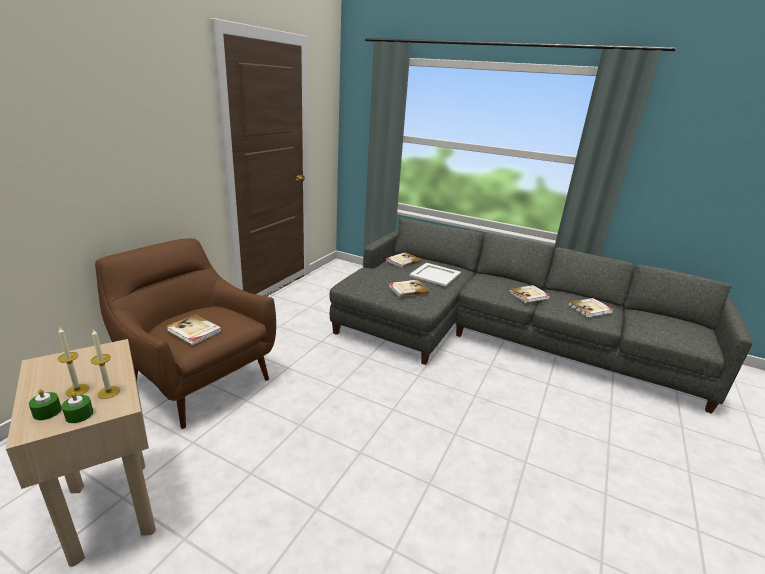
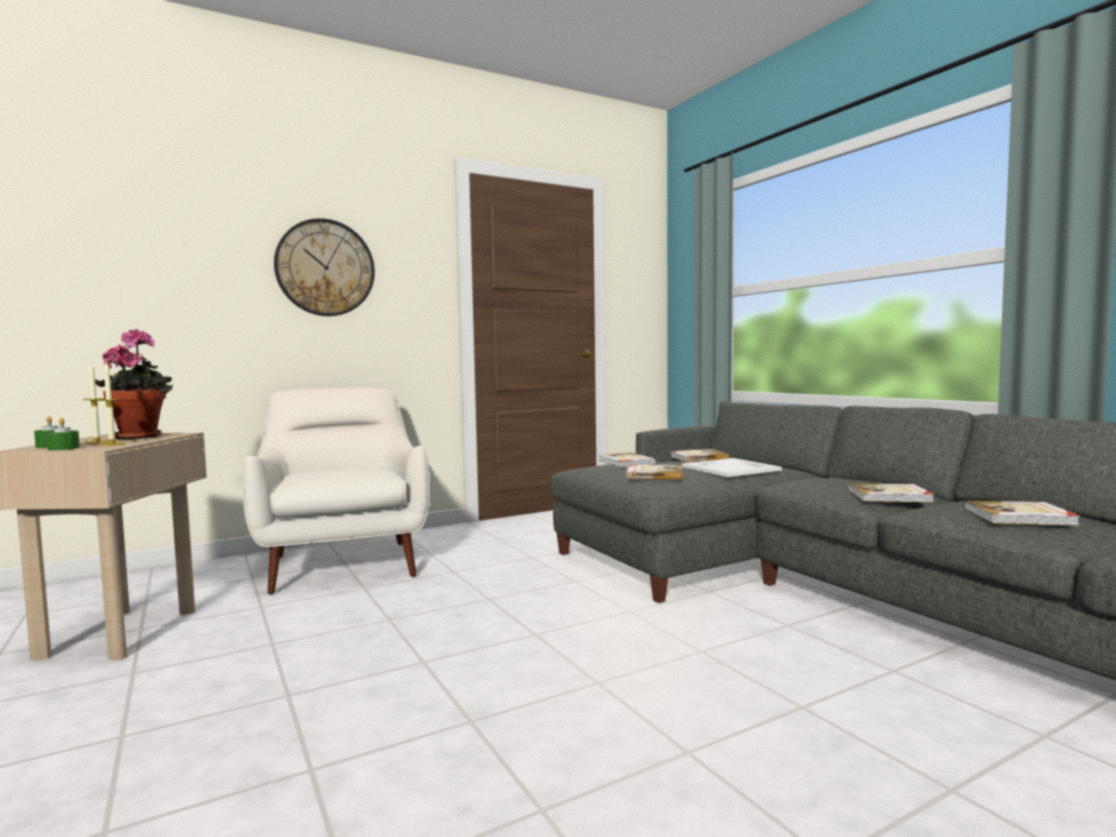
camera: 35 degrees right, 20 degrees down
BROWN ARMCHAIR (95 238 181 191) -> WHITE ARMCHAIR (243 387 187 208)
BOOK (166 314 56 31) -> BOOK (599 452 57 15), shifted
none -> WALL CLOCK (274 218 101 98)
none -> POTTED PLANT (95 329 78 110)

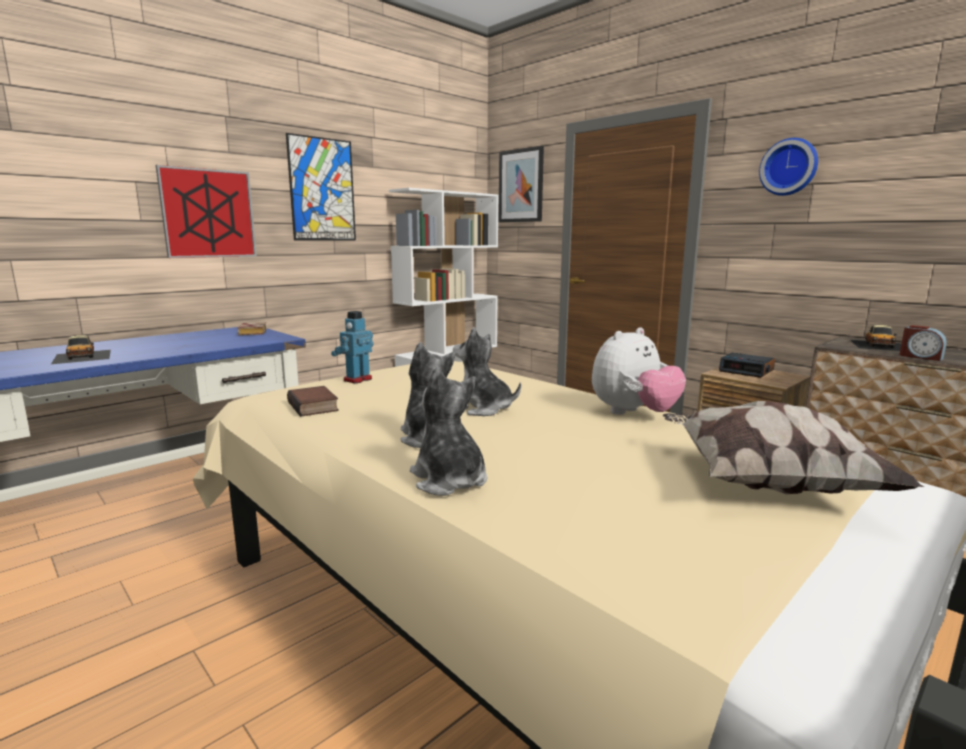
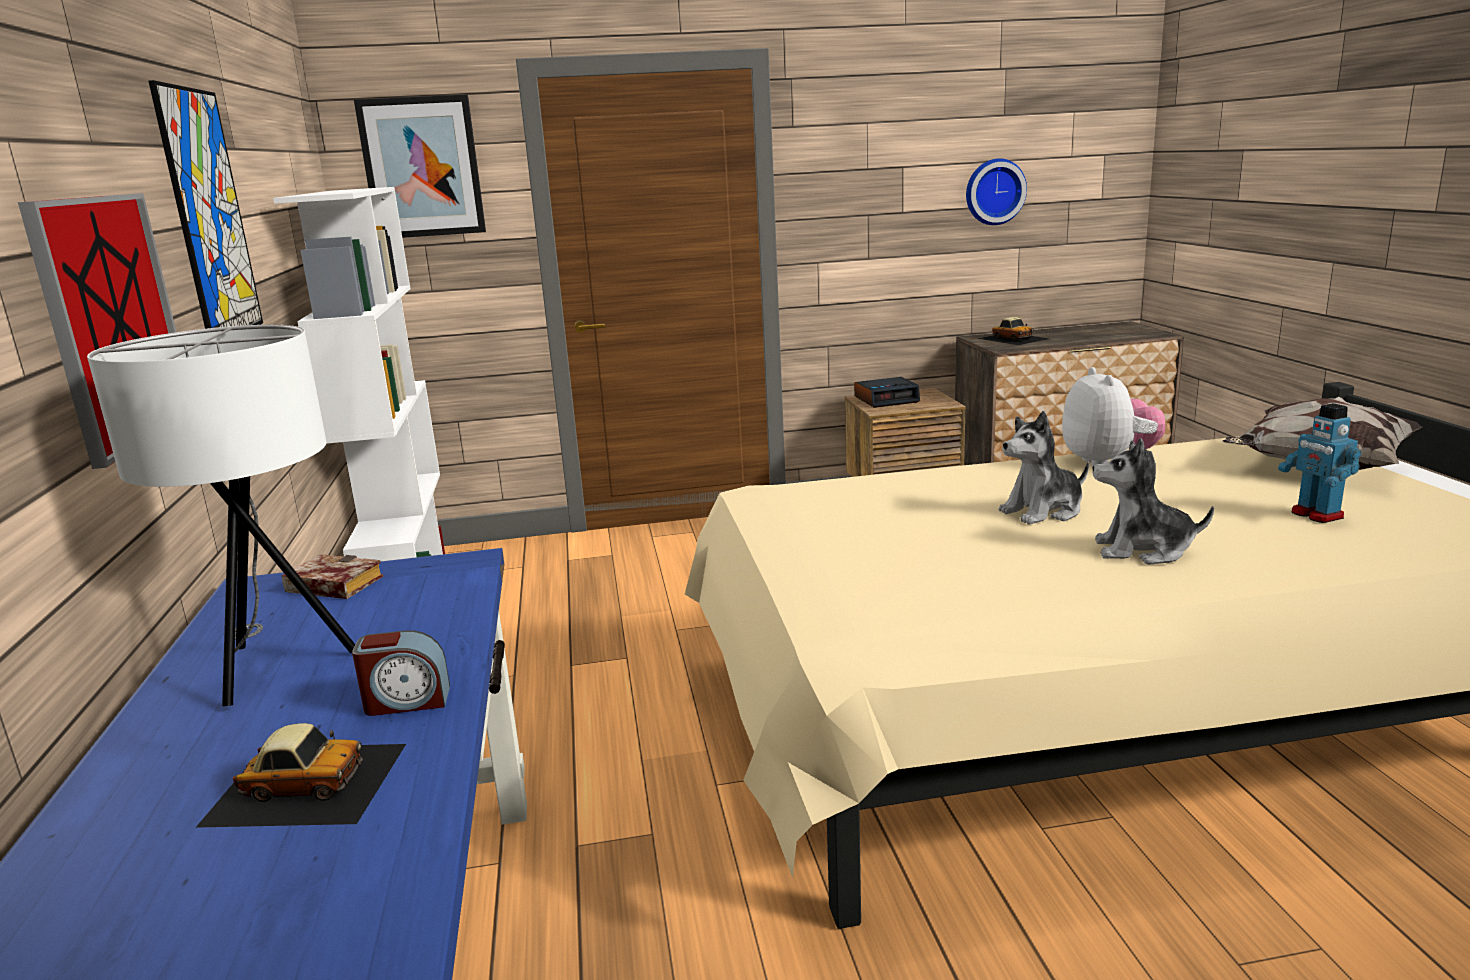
camera: 55 degrees left, 5 degrees up
WALL CLOCK (759 138 59 58) -> WALL CLOCK (966 158 61 67), shifted
TOY ROBOT (331 311 43 72) -> TOY ROBOT (1278 403 84 120), shifted
ALARM CLOCK (899 325 48 36) -> ALARM CLOCK (352 630 98 86), shifted
PLUSH TOY (410 366 77 130) -> none
BOOK (287 386 52 31) -> none
none -> WHITE TABLE LAMP (87 325 268 381)

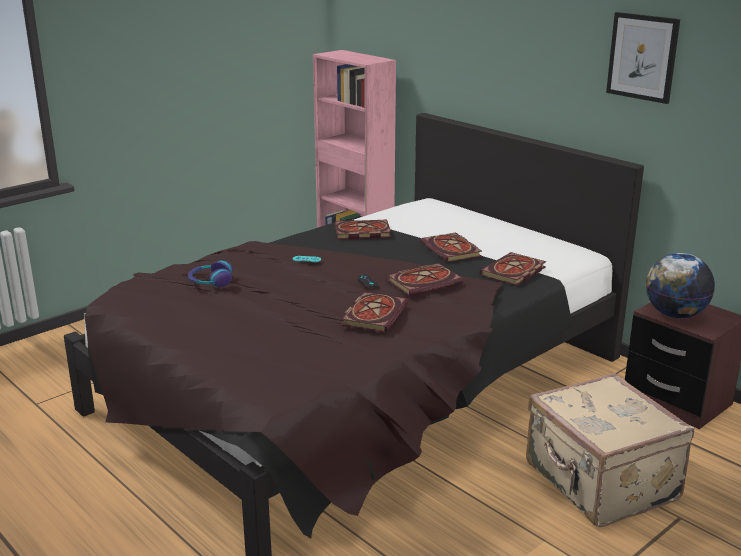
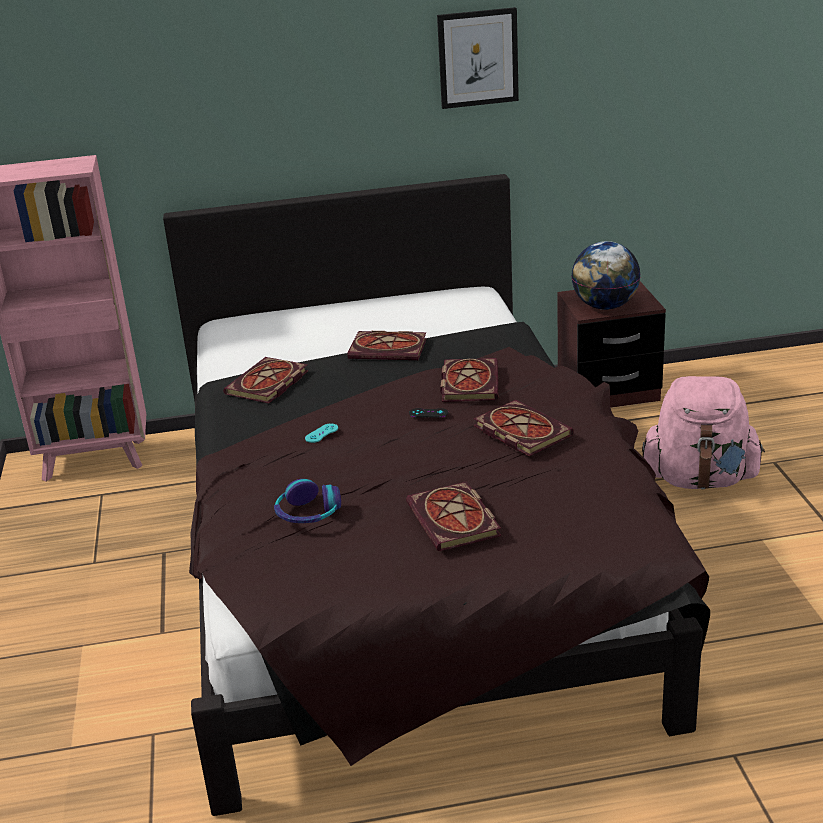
camera: 55 degrees left, 5 degrees up
BOOK (479 252 68 34) -> BOOK (406 481 95 70), shifted
BEIGE SUITCASE (526 373 168 154) -> PINK BACKPACK (642 376 123 113)

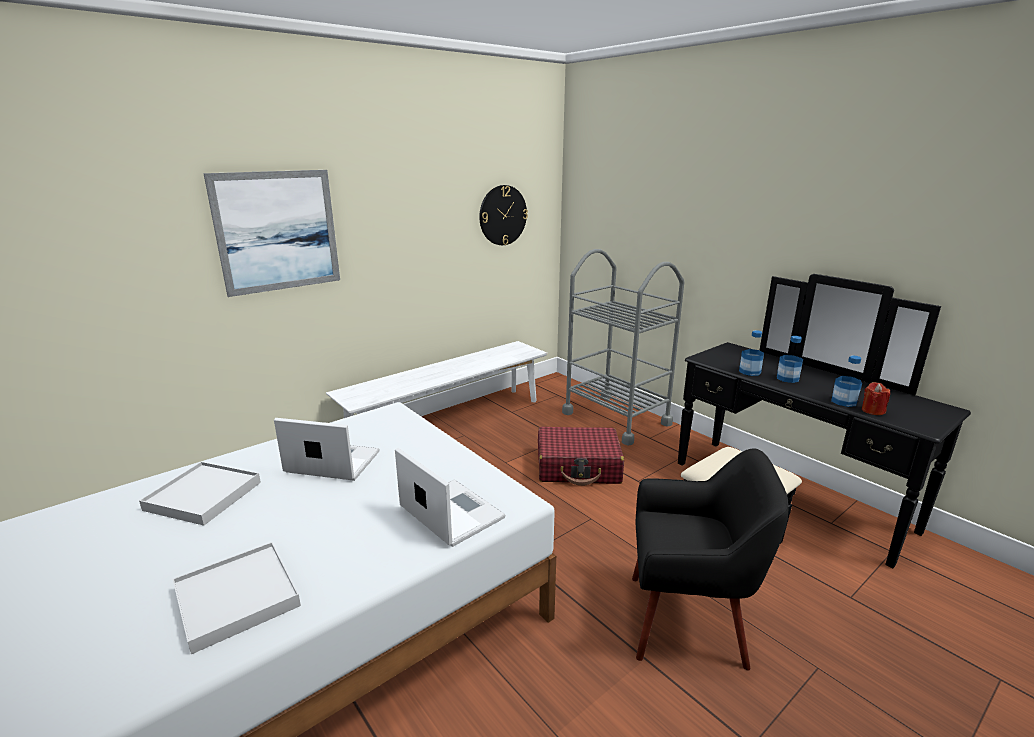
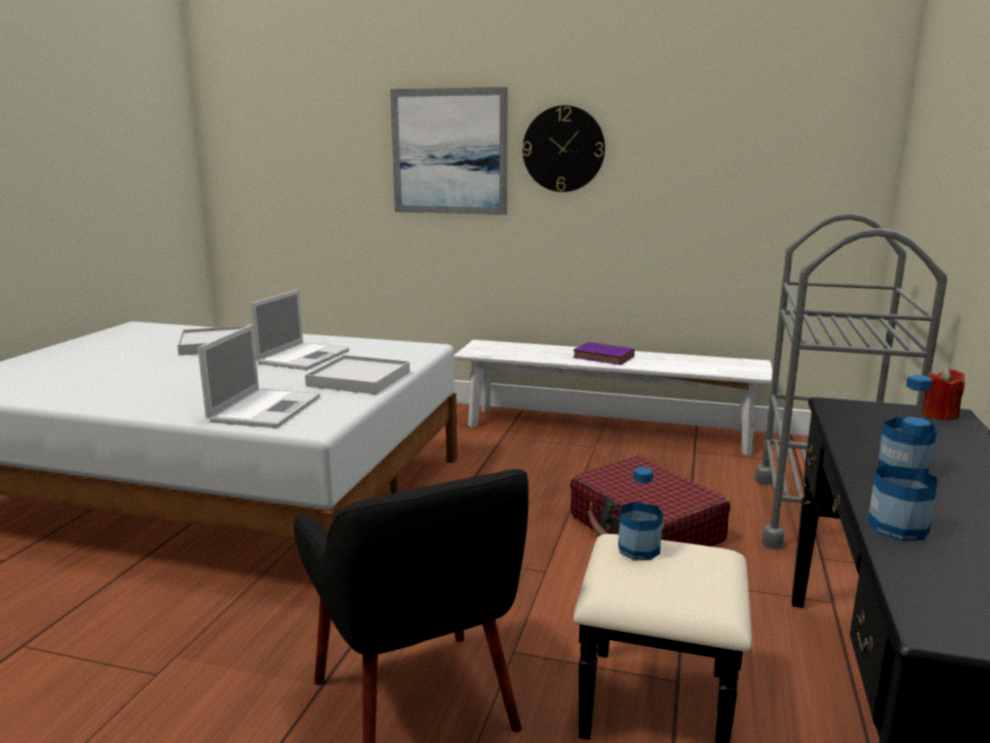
camera: 55 degrees right, 5 degrees down
WALL CLOCK (479 185 49 60) -> WALL CLOCK (523 105 82 87), shifted
BOTTLE (739 330 25 46) -> BOTTLE (618 467 45 93), shifted
RED CANDLE (862 382 28 33) -> RED CANDLE (922 368 43 53), shifted
LAPTOP (274 418 105 63) -> LAPTOP (250 289 99 81), 45 degrees clockwise
WHITE TRAY (173 542 128 112) -> WHITE TRAY (305 355 105 39), shifted
none -> PURPLE BOOK (573 342 62 23)

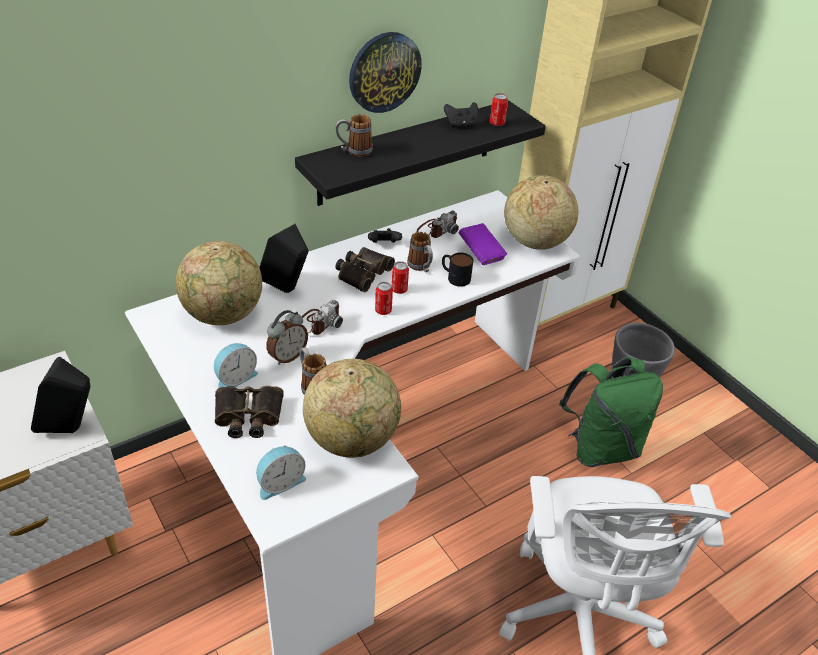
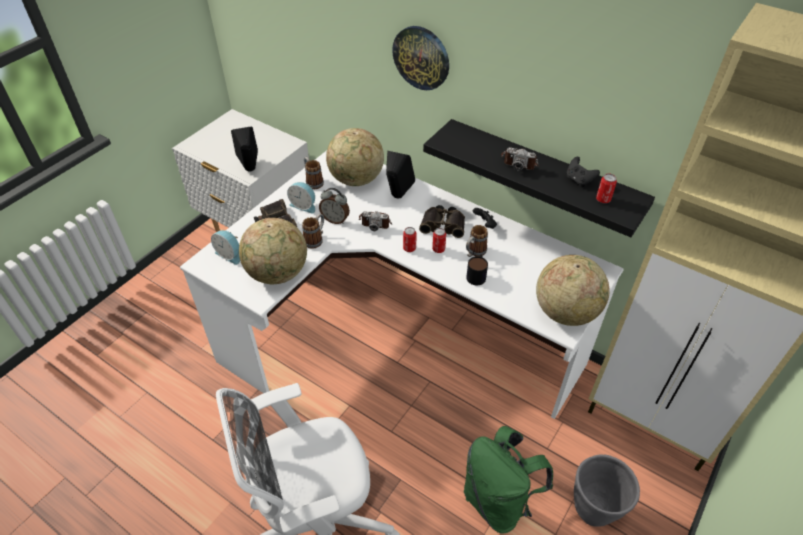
camera: 70 degrees right, 5 degrees up
WALL CLOCK (349 32 73 81) -> WALL CLOCK (392 26 57 64), shifted
MUG (335 114 38 43) -> MUG (304 157 20 32), shifted
PHOTO CAMERA (417 210 42 28) -> PHOTO CAMERA (501 147 38 24), shifted
PURPLE BOOK (459 223 48 42) -> none

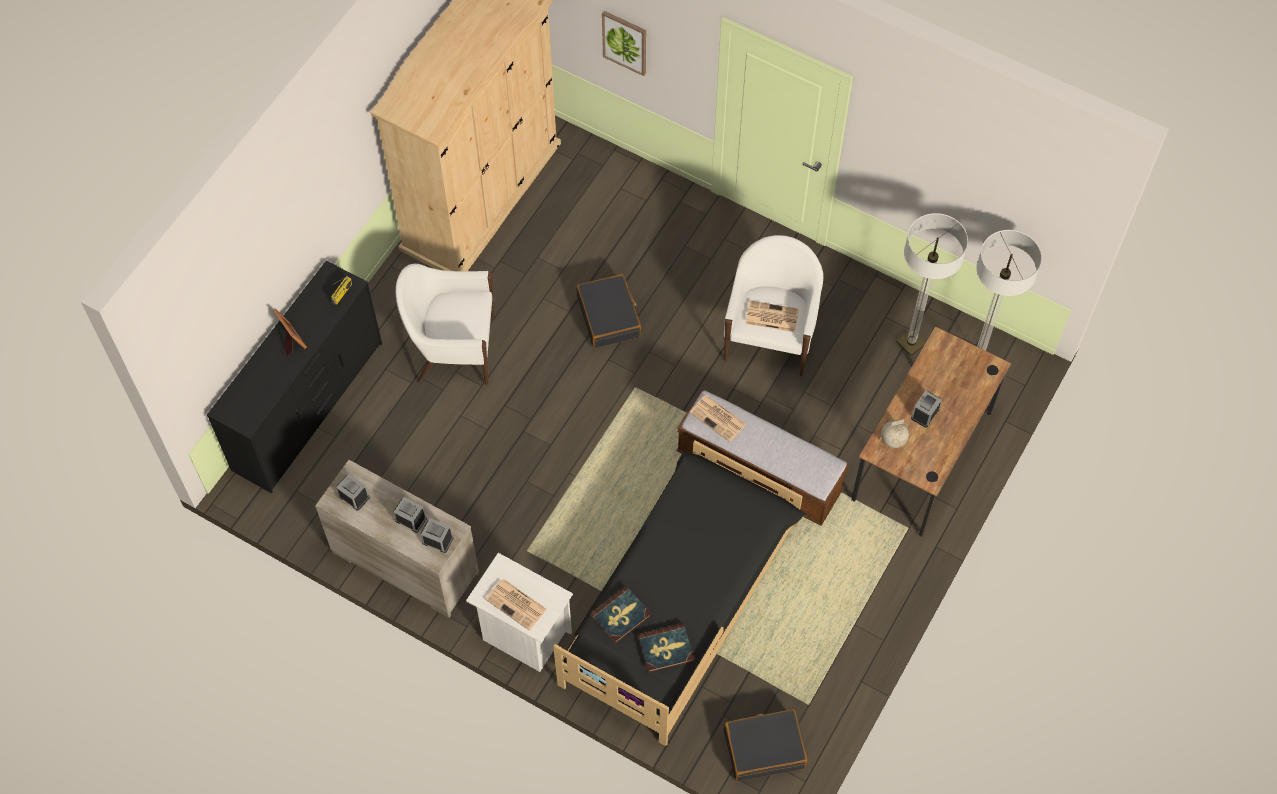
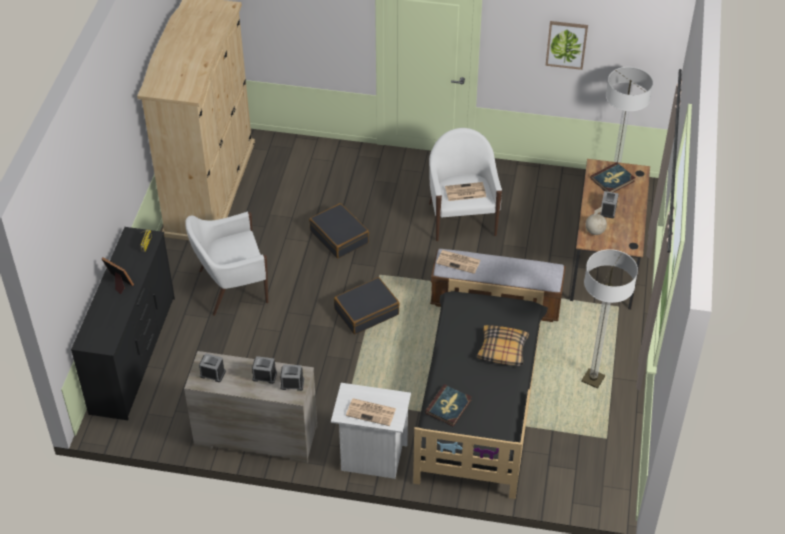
camera: 20 degrees left, 15 degrees down
PICTURE (602 11 44 65) -> PICTURE (546 21 42 49), shifted
FLOOR LAMP (896 213 72 143) -> FLOOR LAMP (581 249 57 140), shifted
BOOK (638 623 56 50) -> BOOK (590 162 45 31), shifted
BLACK SUITCASE (724 709 83 72) -> BLACK SUITCASE (334 277 66 57), shifted
none -> PILLOW (477 325 52 41)

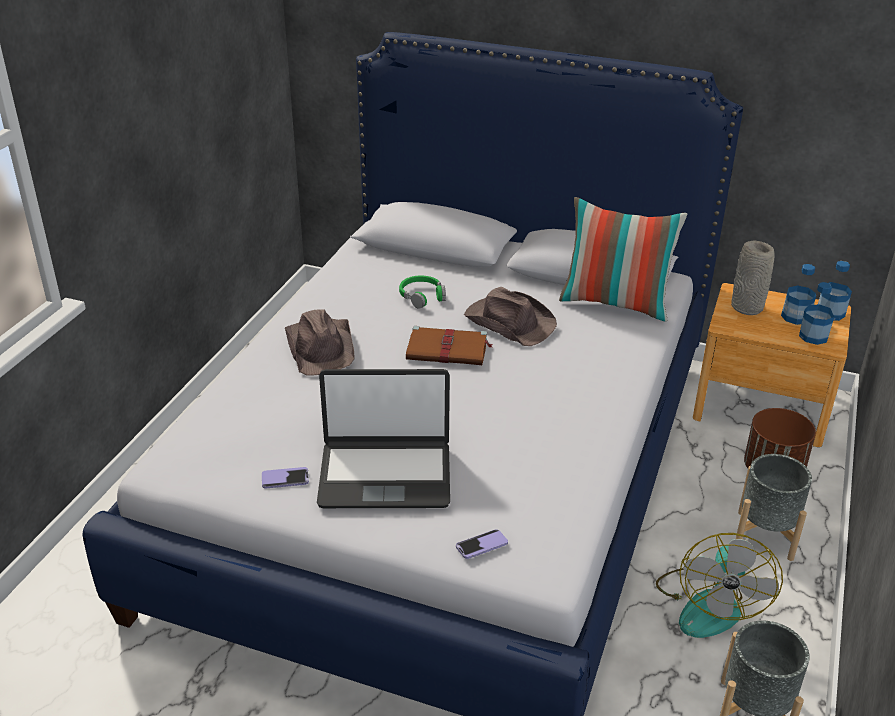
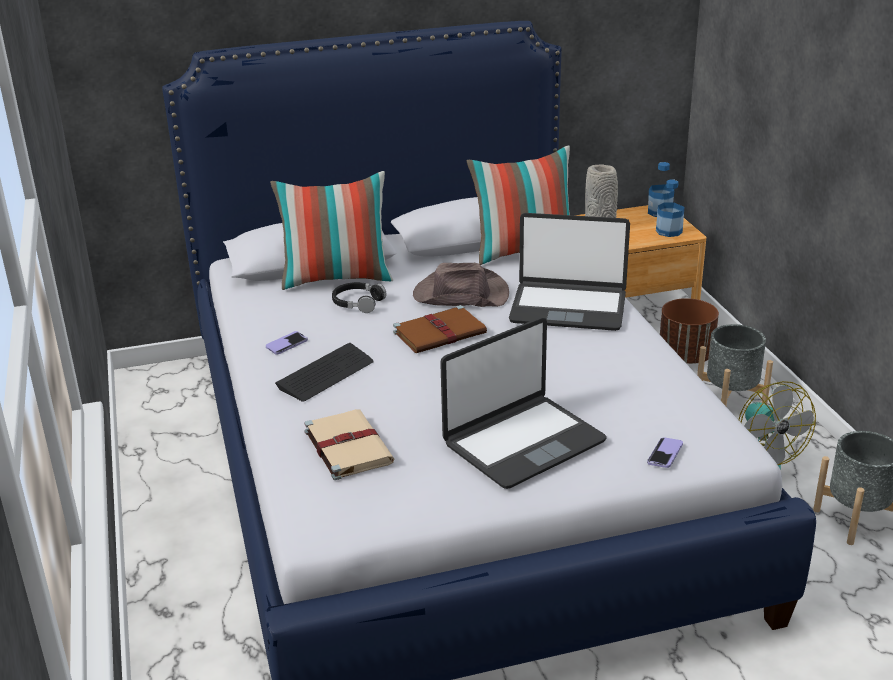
camera: 35 degrees left, 5 degrees down
BOTTLE (781 264 35 61) -> none
GREEN HEADPHONES (399 275 47 34) -> BLACK HEADPHONES (332 282 54 31)
BROWN HAT (285 309 70 66) -> KEYBOARD (275 343 99 59)
PHONE (262 467 47 22) -> PHONE (266 331 42 24), shifted
none -> PILLOW (270 171 123 119)
none -> LAPTOP (509 213 121 118)
none -> BEIGE BOOK (304 409 90 71)

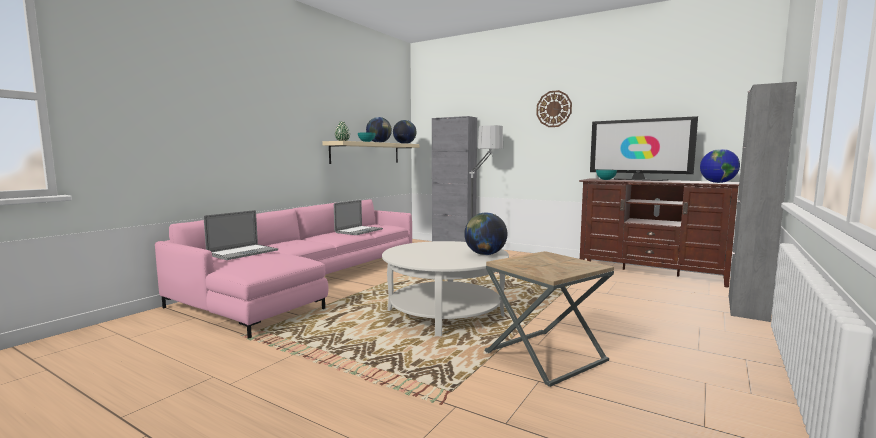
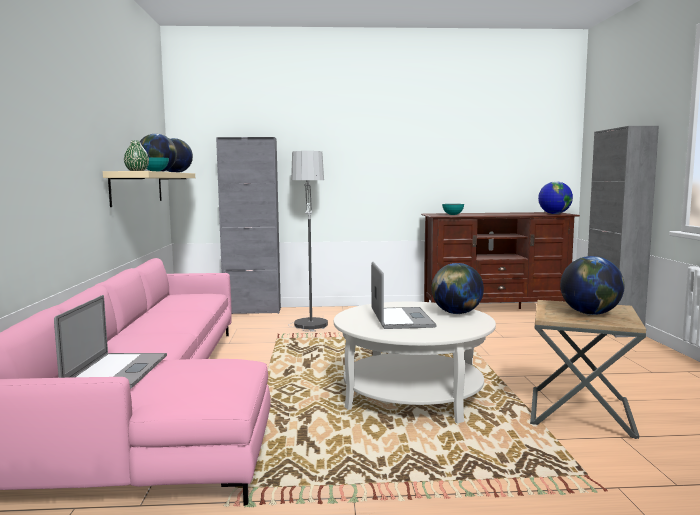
camera: 35 degrees left, 0 degrees up
WALL CLOCK (536 90 36 37) -> none
TELEVISION (590 116 108 65) -> none
LAPTOP (334 200 49 35) -> LAPTOP (371 262 65 67), shifted
none -> GLOBE (560 256 65 59)

